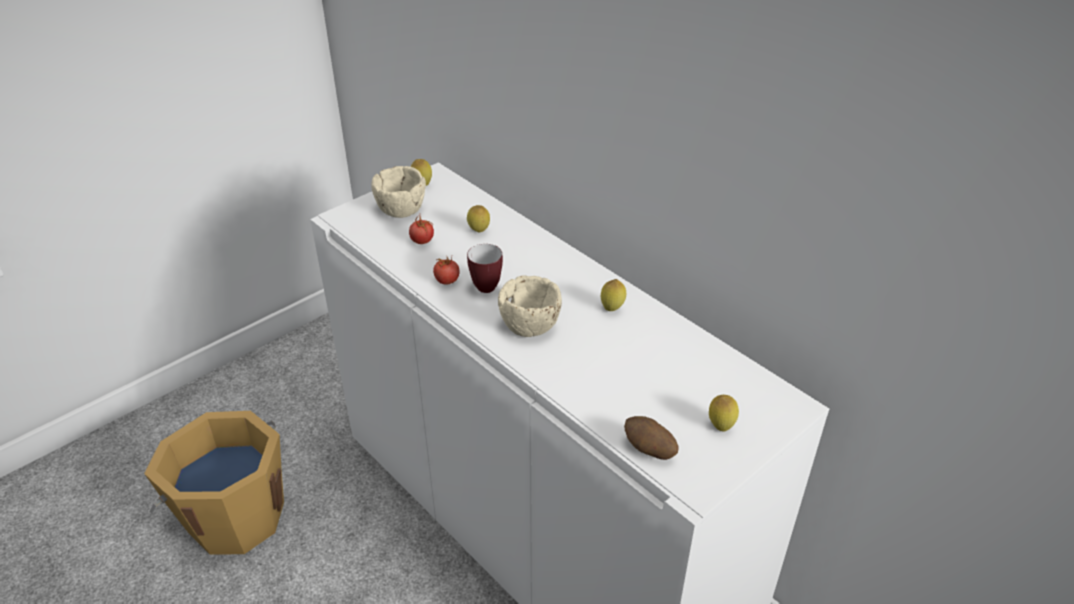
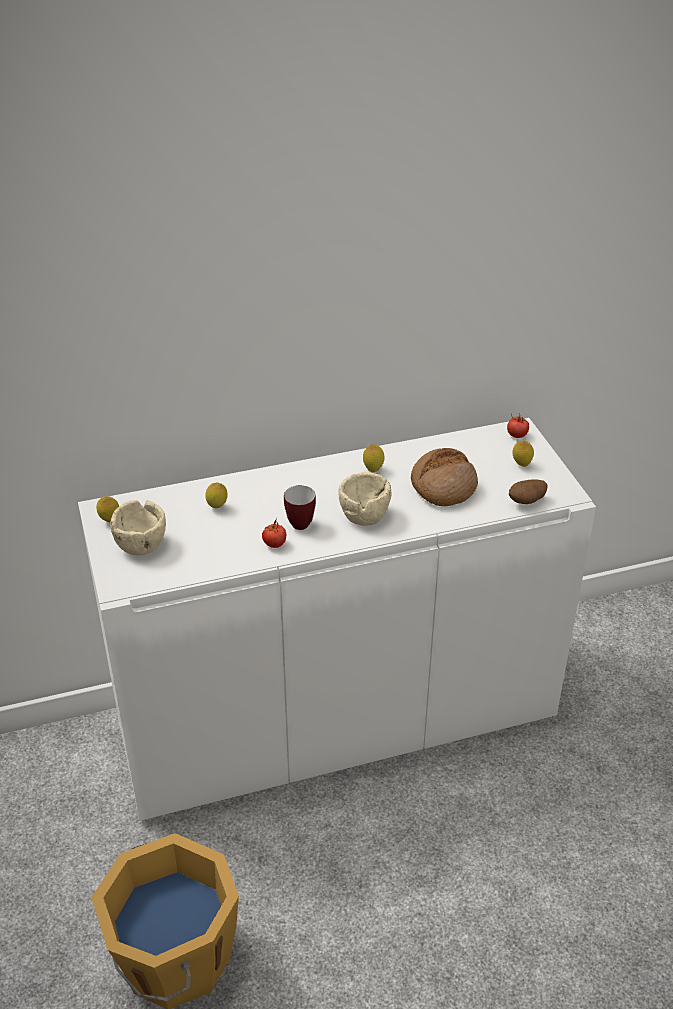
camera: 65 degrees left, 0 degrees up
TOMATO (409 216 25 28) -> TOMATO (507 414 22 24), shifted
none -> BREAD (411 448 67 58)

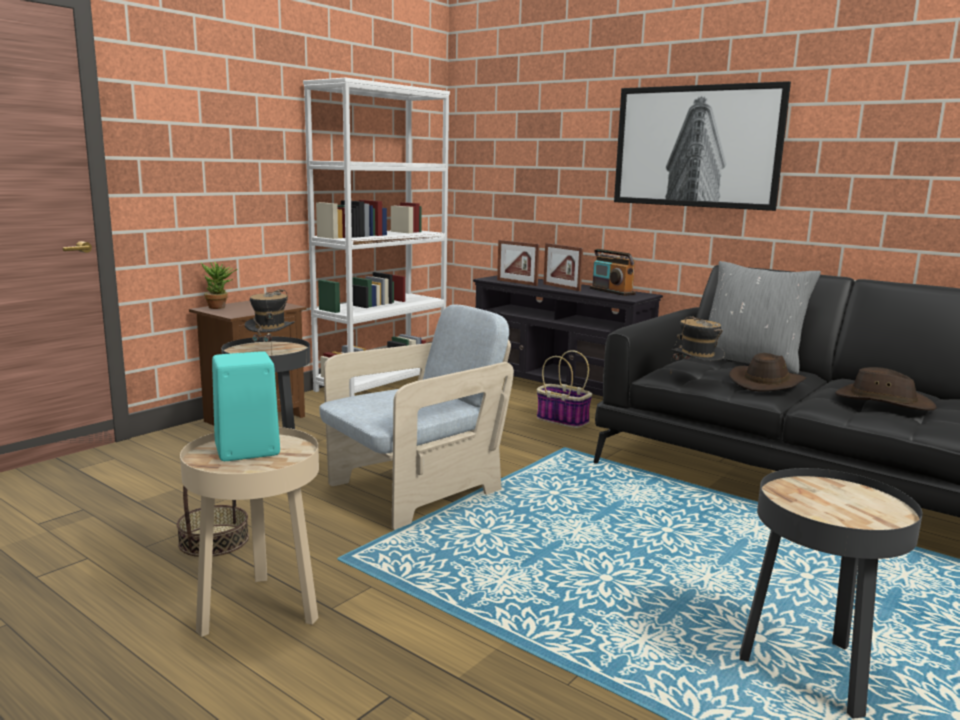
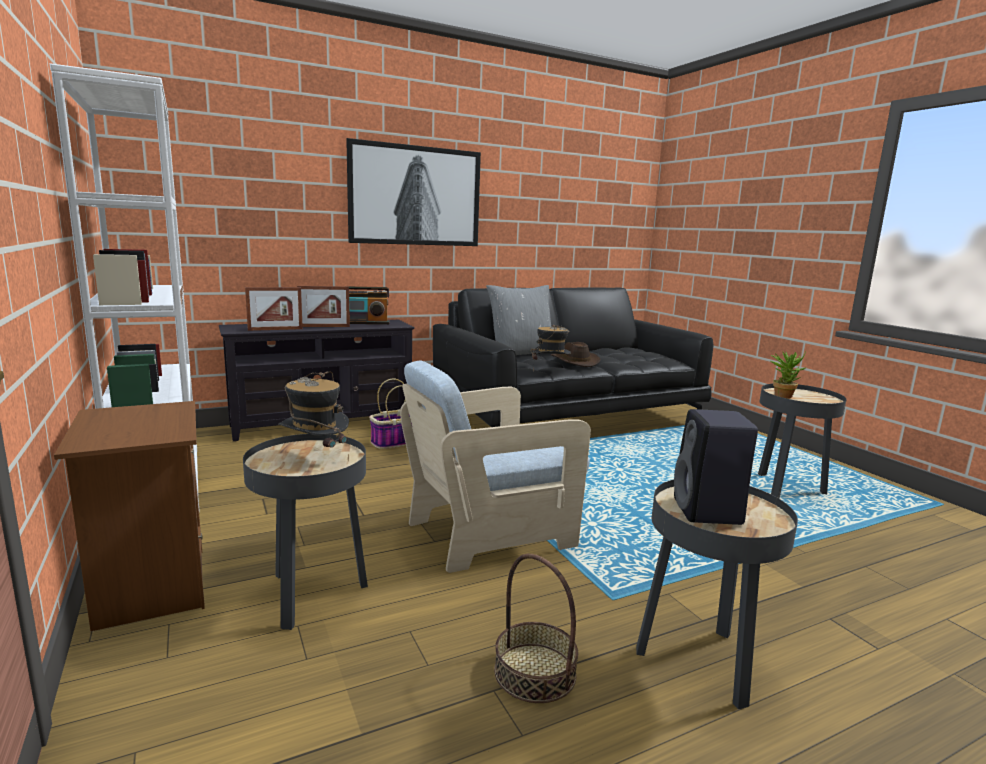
camera: 65 degrees left, 0 degrees up
POTTED PLANT (201 262 37 47) -> POTTED PLANT (771 351 36 48), shifted
BEIGE ARMCHAIR (320 304 194 226) -> BEIGE ARMCHAIR (400 360 191 213), 105 degrees counterclockwise
TURQUOISE SPEAKER (212 351 68 110) -> BLACK SPEAKER (674 409 84 116)
BROWN HAT (835 367 102 44) -> none
BEIGE SIDE TABLE (180 427 139 210) -> BLACK SIDE TABLE (636 479 162 230)

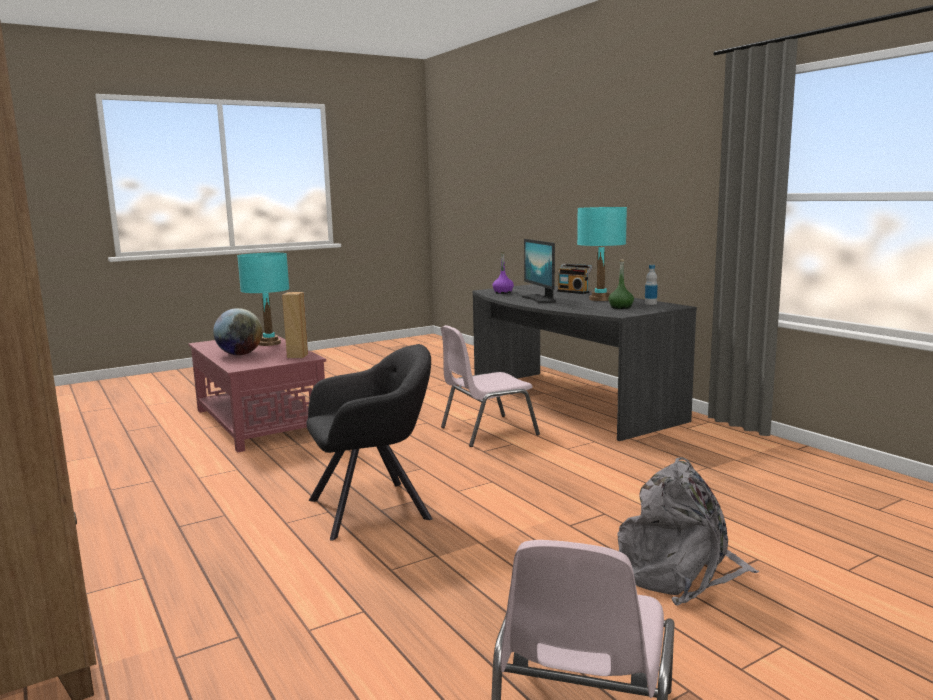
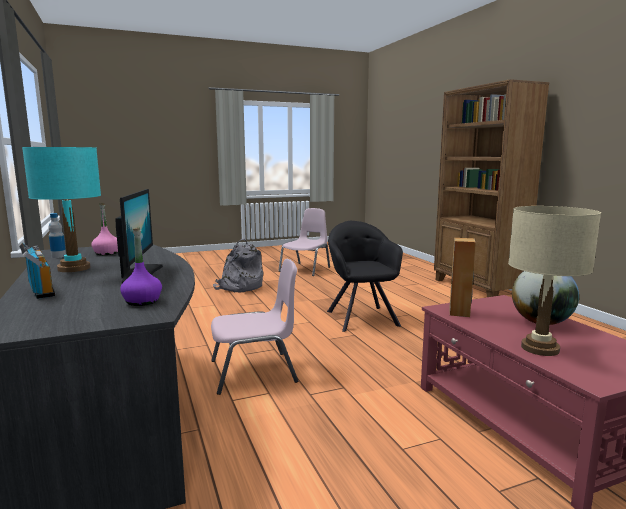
camera: 170 degrees left, 0 degrees up
TURQUOISE TABLE LAMP (237 253 52 93) -> BEIGE TABLE LAMP (508 206 93 150)
GREEN BOTTLE (608 260 26 49) -> PINK BOTTLE (91 203 27 52)
BLACK ARMCHAIR (306 344 127 197) -> BLACK ARMCHAIR (327 221 76 111), 90 degrees clockwise

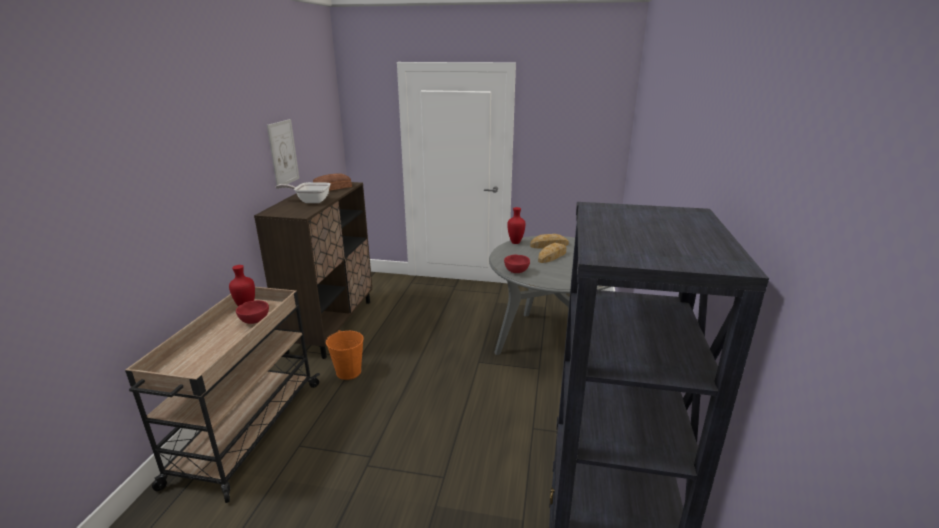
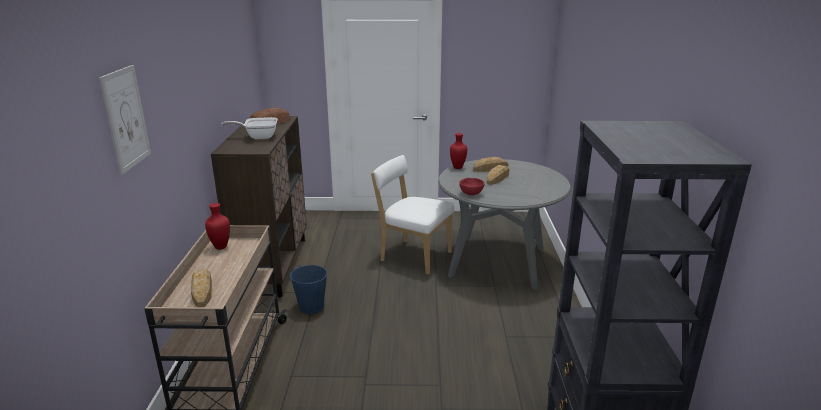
camera: 10 degrees left, 0 degrees up
PICTURE (267 119 32 66) -> PICTURE (99 65 52 110), shifted
RED BOWL (236 300 33 24) -> none
ORANGE BUCKET (326 330 38 50) -> BLUE BUCKET (290 265 37 49)
none -> WHITE CHAIR (371 155 83 120)
none -> BREAD (191 270 21 37)

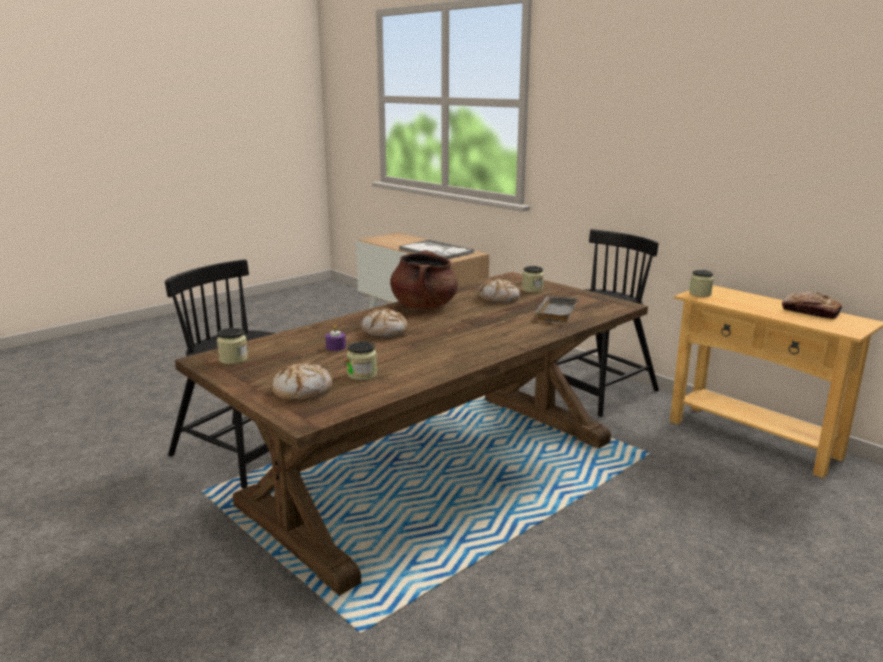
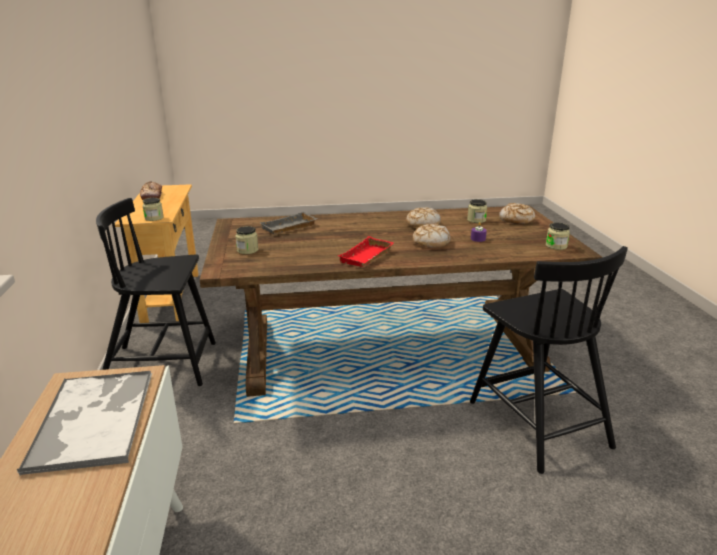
camera: 145 degrees left, 5 degrees up
BROWN COOKING POT (390 250 68 59) -> RED TRAY (338 236 56 31)
BREAD (478 278 42 25) -> BREAD (406 207 35 20), shifted

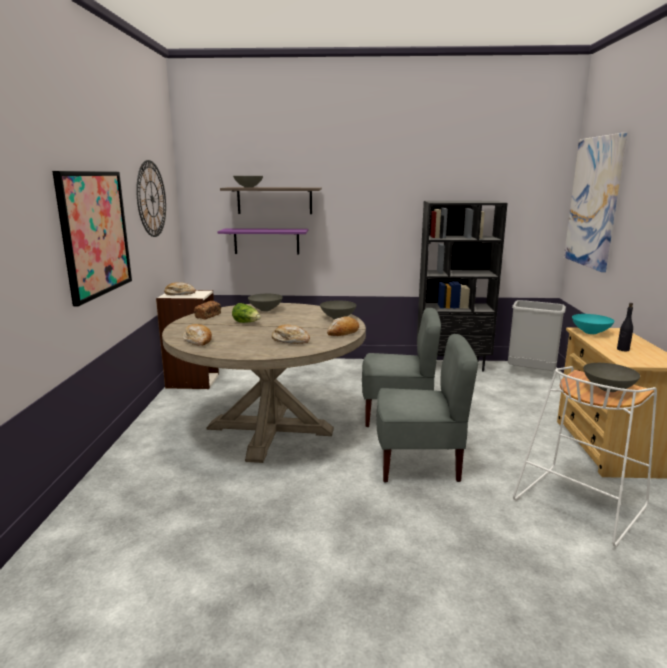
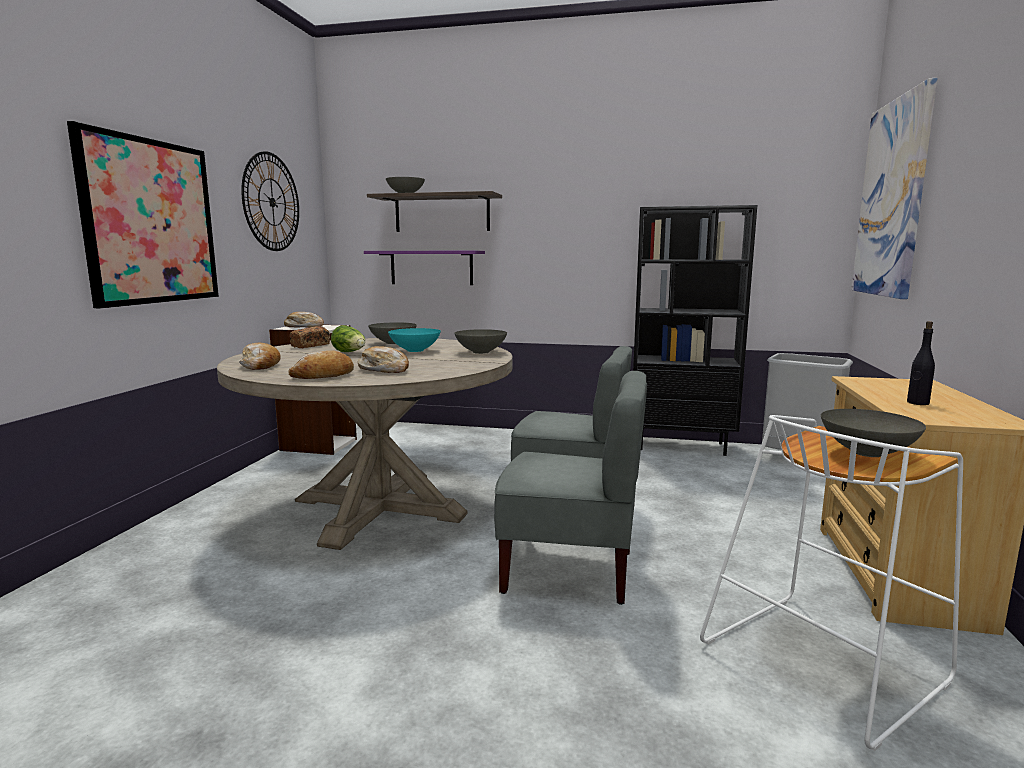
camera: 10 degrees right, 5 degrees down
TURQUOISE BOWL (572 314 43 20) -> TURQUOISE BOWL (388 328 53 24), shifted
BREAD (327 316 32 20) -> BREAD (288 350 66 29), shifted

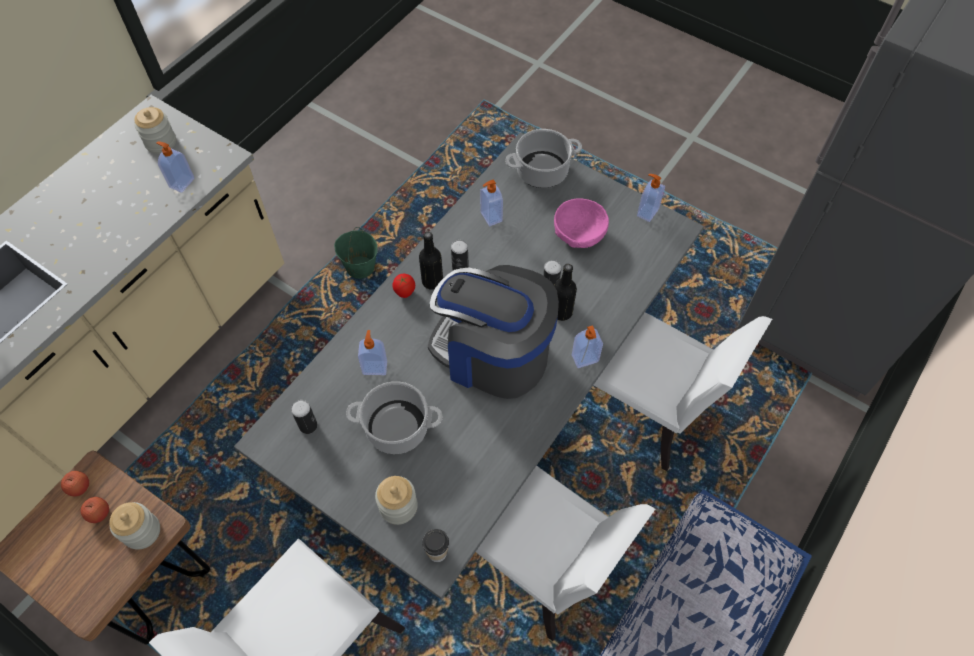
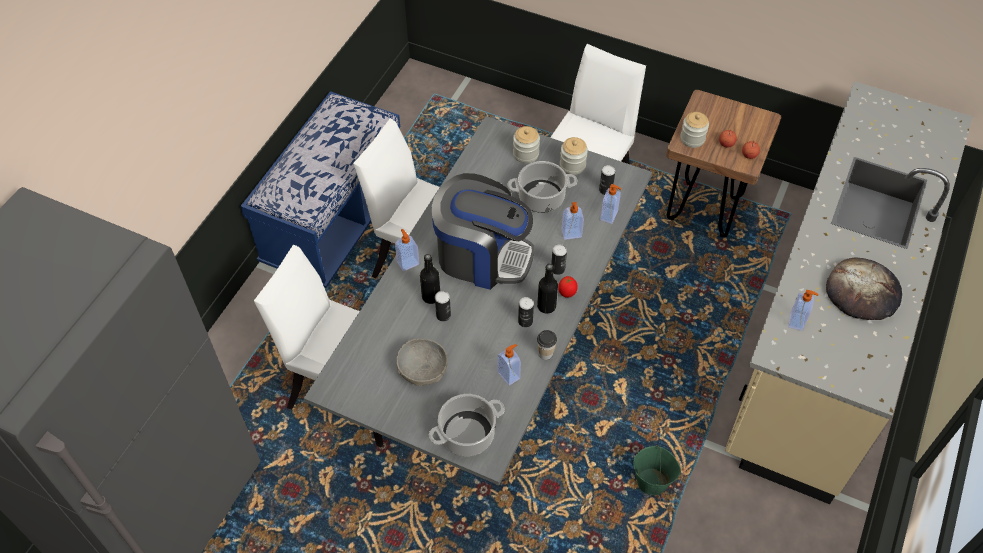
camera: 170 degrees right, 5 degrees down
JAR (134 107 42 47) -> JAR (560 137 28 38), shifted
SOAP DISPENSER (637 174 28 48) -> SOAP DISPENSER (600 184 21 40), shifted
PINK BOWL (554 198 55 50) -> GREY BOWL (396 338 52 48)
CUP (422 529 27 33) -> CUP (537 330 20 30), shifted
none -> CAN (551 244 16 31)
none -> BREAD (826 258 76 62)

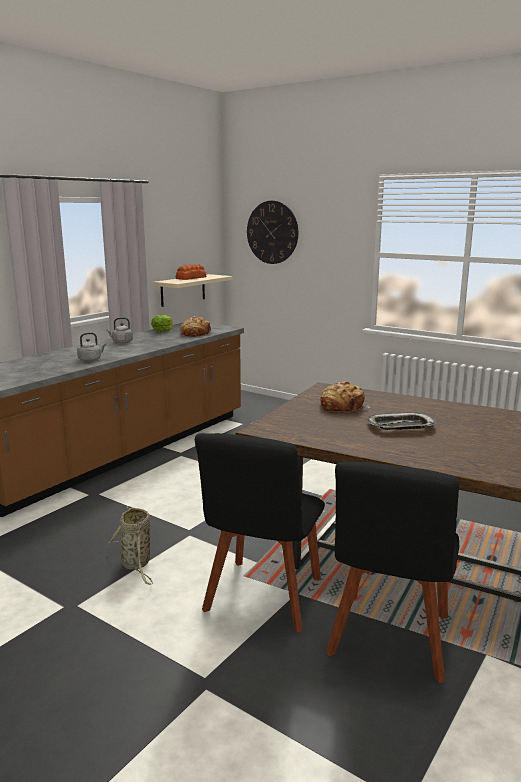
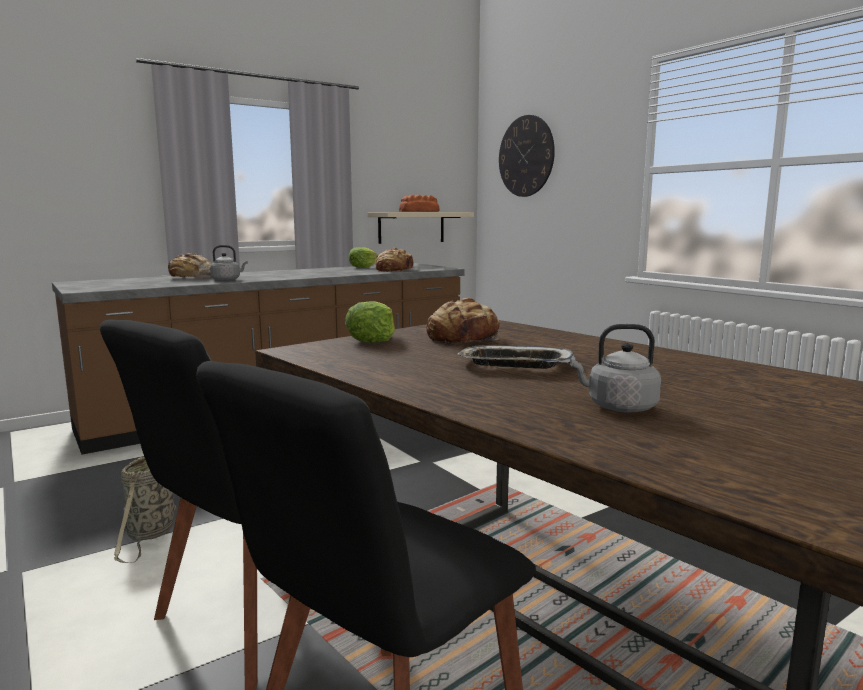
camera: 20 degrees right, 5 degrees down
GREY KETTLE (106 317 27 26) -> GREY KETTLE (570 324 91 88), shifted
none -> BREAD (161 253 51 26)
none -> LETTUCE (345 301 50 42)

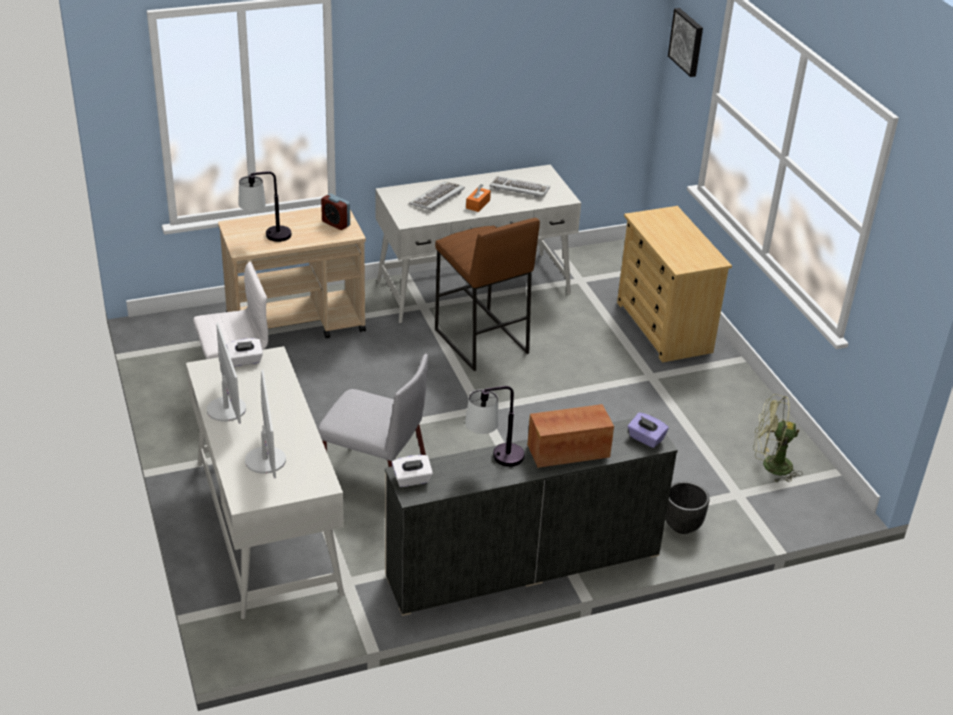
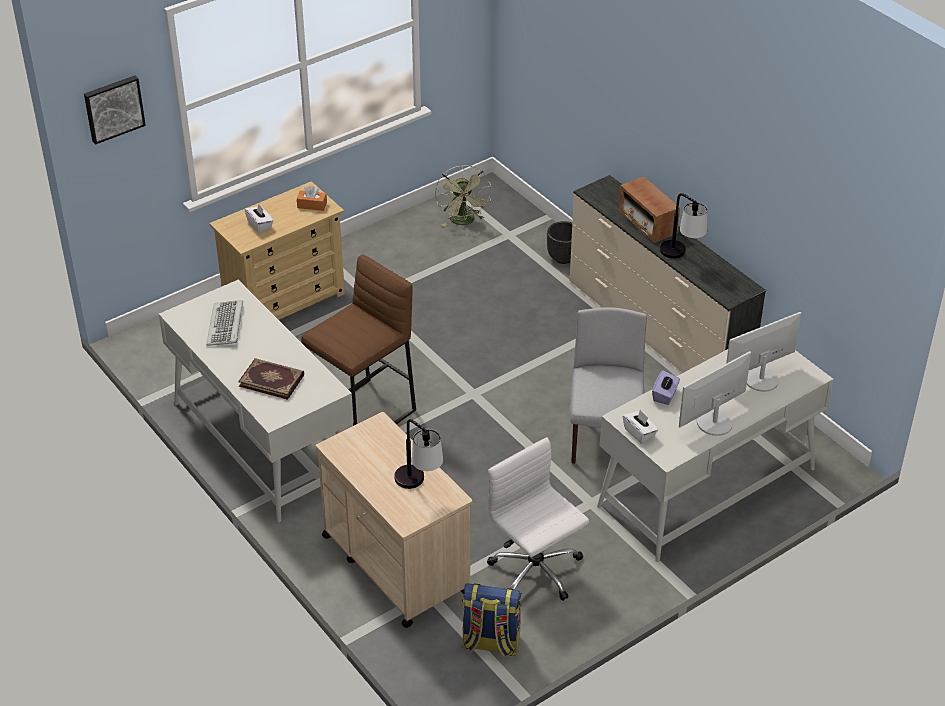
camera: 105 degrees left, 5 degrees up
KEYBOARD (409 181 56 30) -> BOOK (238 358 66 42)
ORANGE TISSUE BOX (466 184 25 28) -> ORANGE TISSUE BOX (297 186 30 25), shifted
ALARM CLOCK (321 194 29 36) -> none
PURPLE TISSUE BOX (628 412 41 36) -> PURPLE TISSUE BOX (652 370 28 35), shifted
WHITE TISSUE BOX (392 455 41 32) -> WHITE TISSUE BOX (245 203 28 30), shifted
none -> BACKPACK (462 583 60 74)

